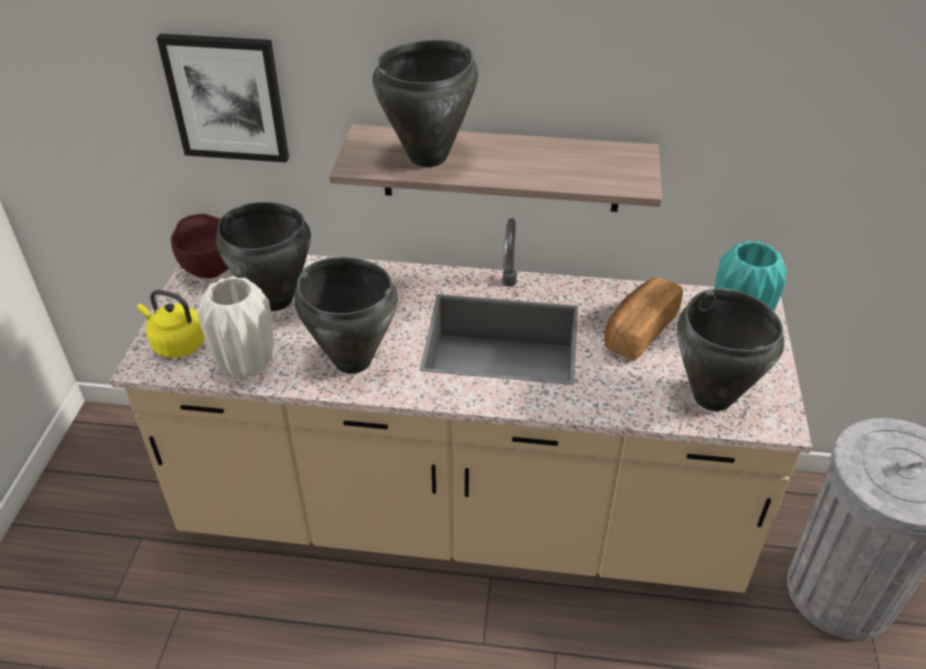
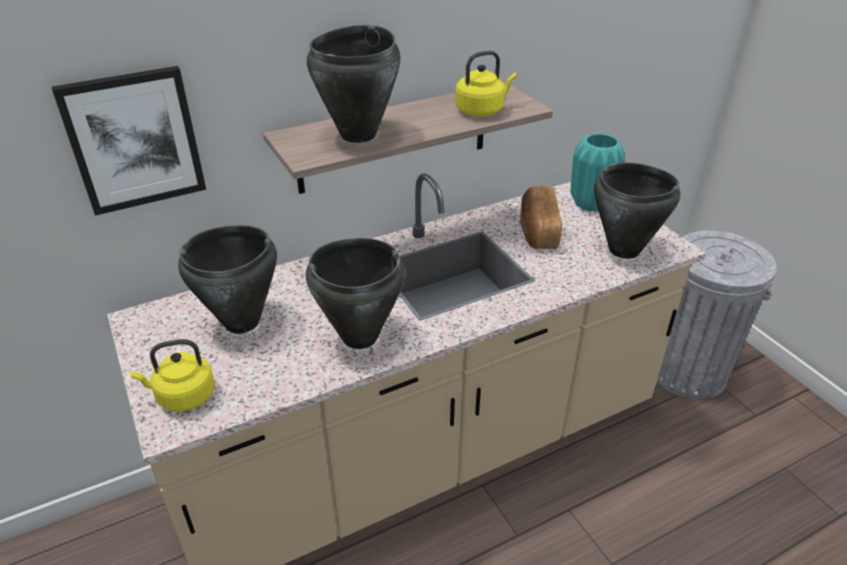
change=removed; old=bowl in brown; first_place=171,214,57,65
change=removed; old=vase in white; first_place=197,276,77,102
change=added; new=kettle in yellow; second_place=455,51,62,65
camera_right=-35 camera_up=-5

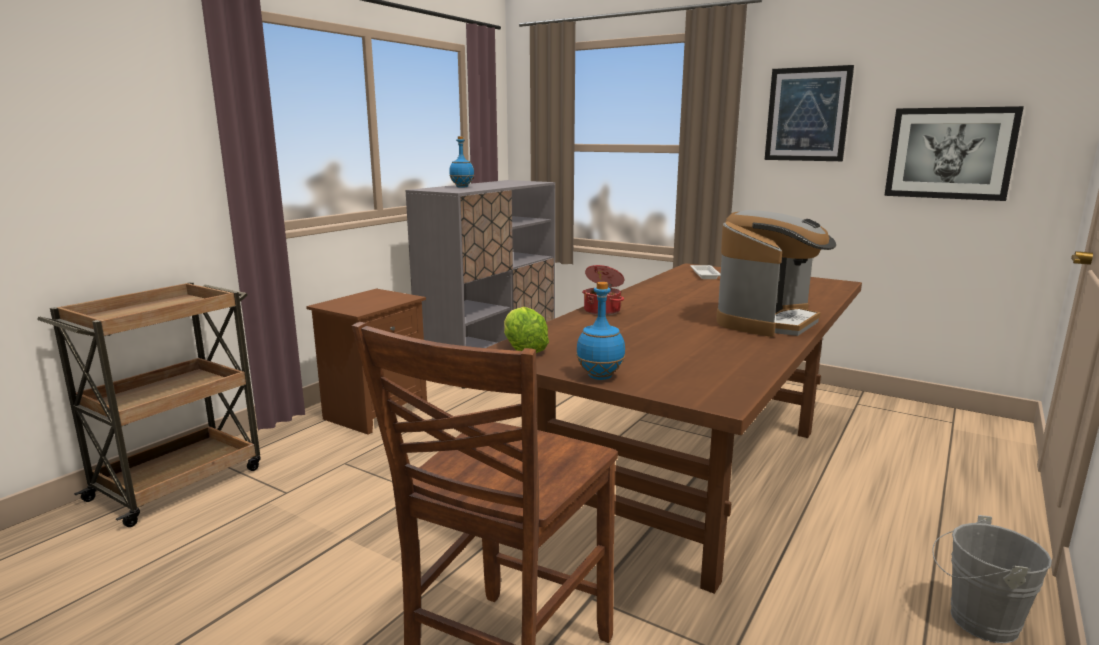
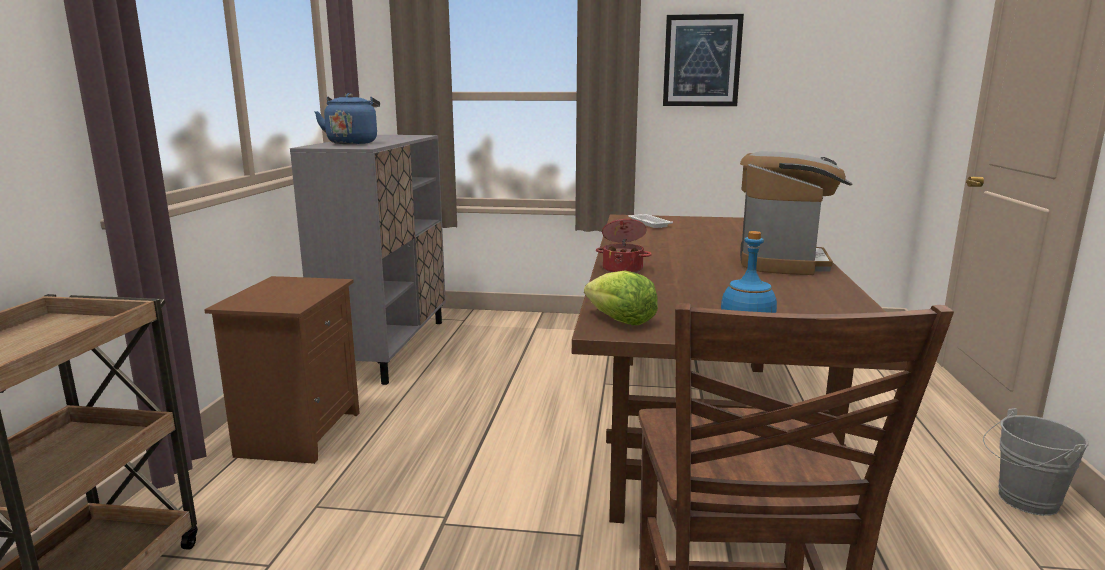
change=removed; old=picture; first_place=884,106,140,95
change=replaced; old=bottle in blue; new=kettle in blue; first_place=449,136,25,52; second_place=314,93,66,51
camera_right=-25 camera_up=0

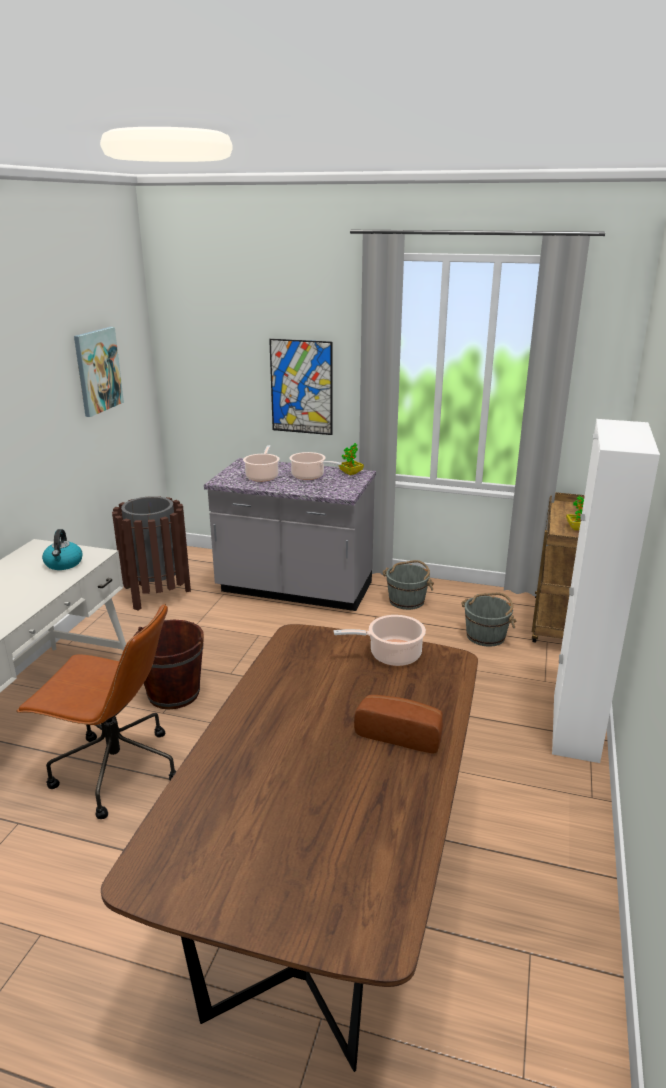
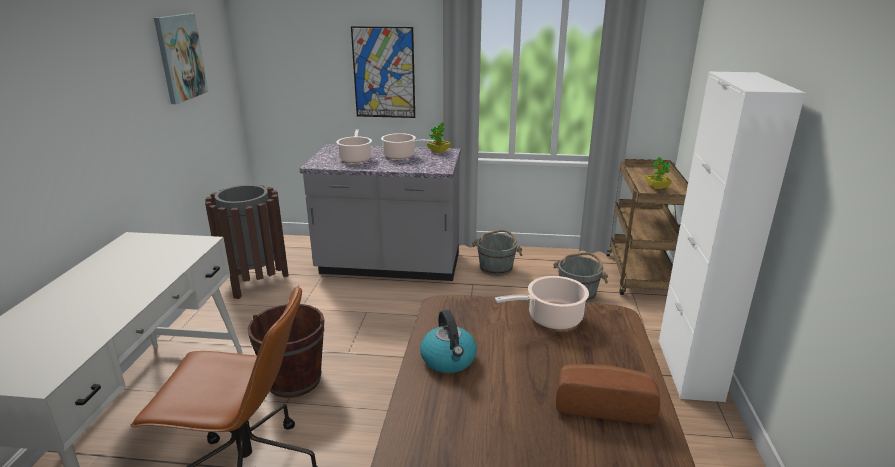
change=moved; old=kettle; first_place=42,529,41,41; second_place=420,310,57,63
camera_right=-10 camera_up=0

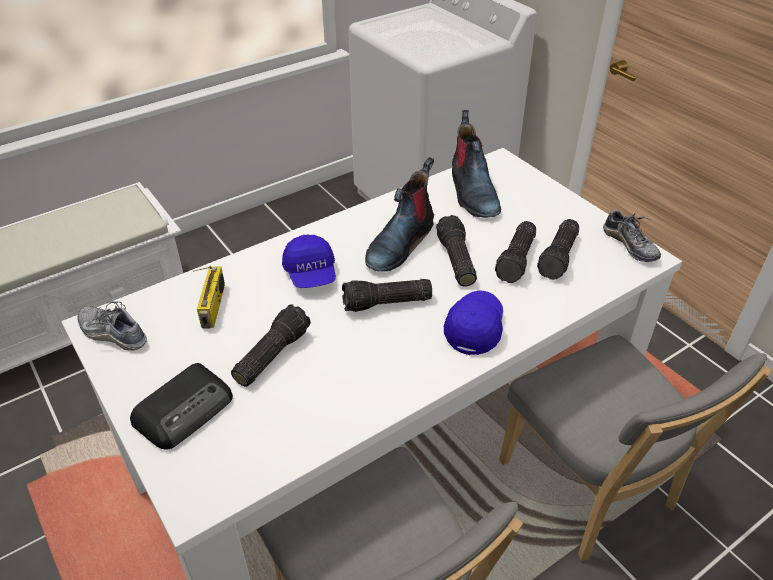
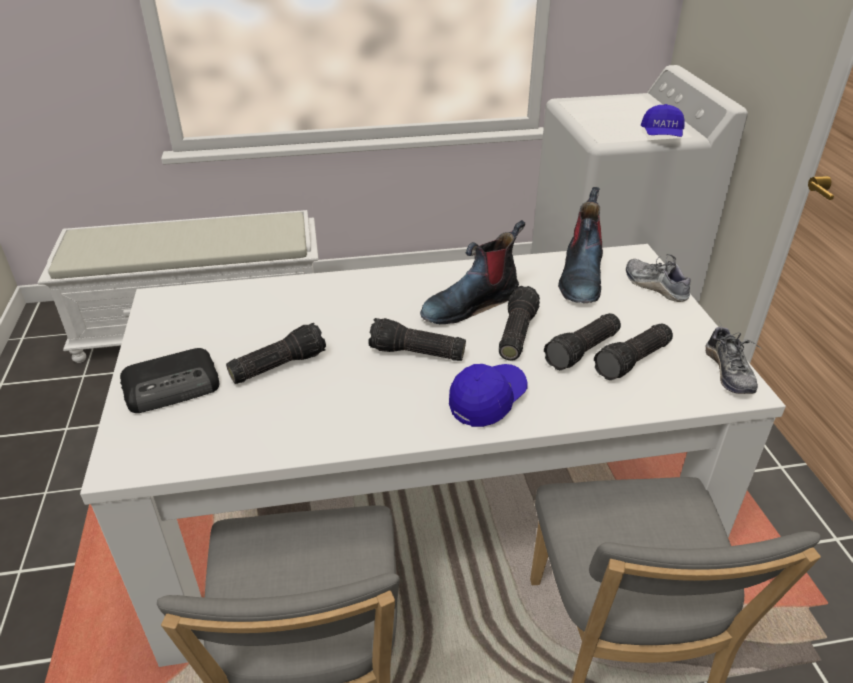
change=removed; old=radio; first_place=193,266,32,62
change=moved; old=shoe; first_place=77,301,70,50; second_place=626,254,64,48
change=moved; old=cap in blue; first_place=282,234,54,54; second_place=641,104,44,33
camera_right=25 camera_up=-5

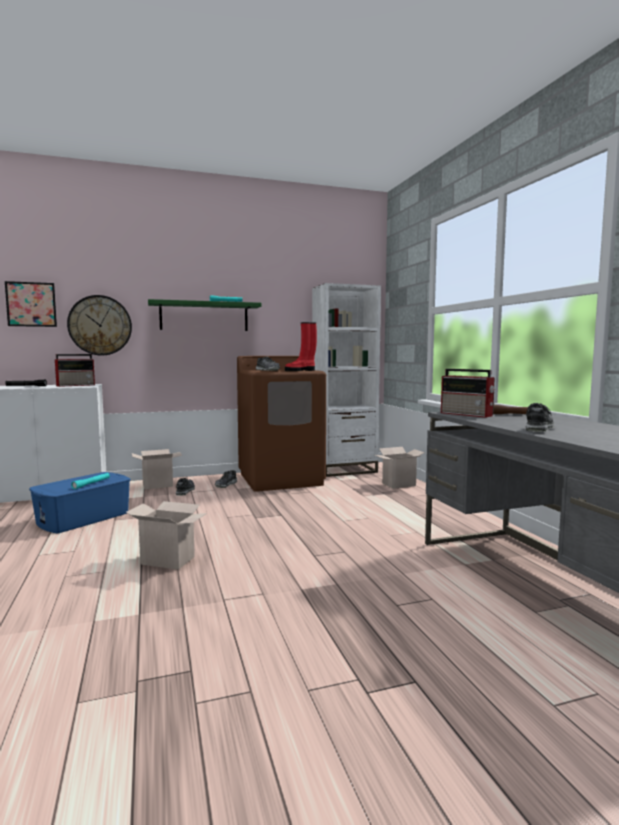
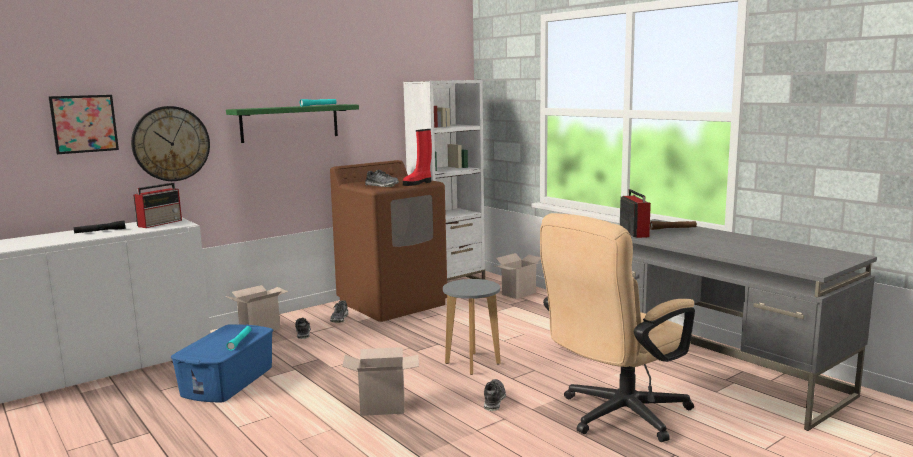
change=added; new=stool in grey; second_place=443,279,58,96
change=added; new=office chair in beige; second_place=540,213,155,229
change=moved; old=shoe; first_place=526,403,28,29; second_place=484,379,22,32
change=turned; old=radio; first_place=441,369,54,49; second_place=620,189,31,49; degrees=-120
camera_right=-20 camera_up=5

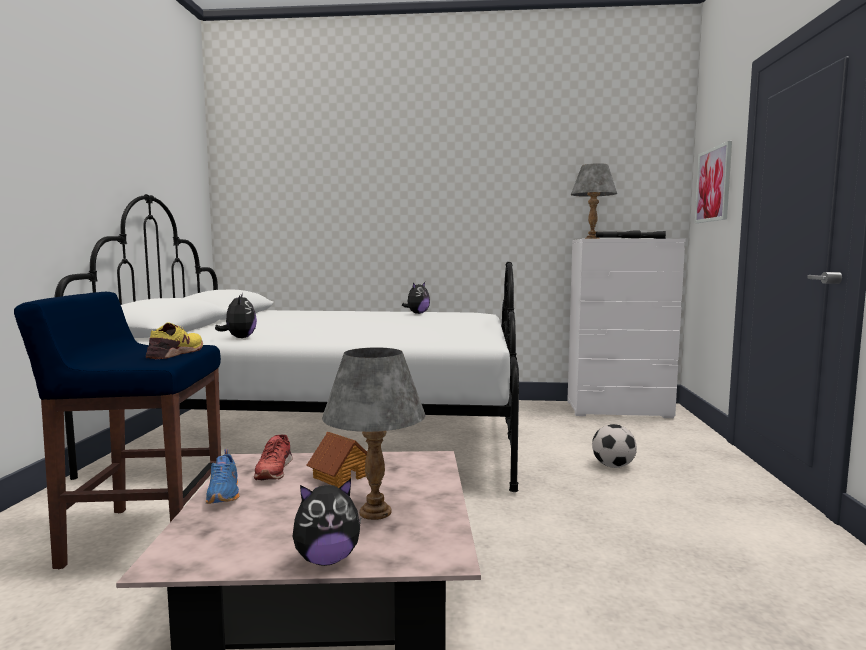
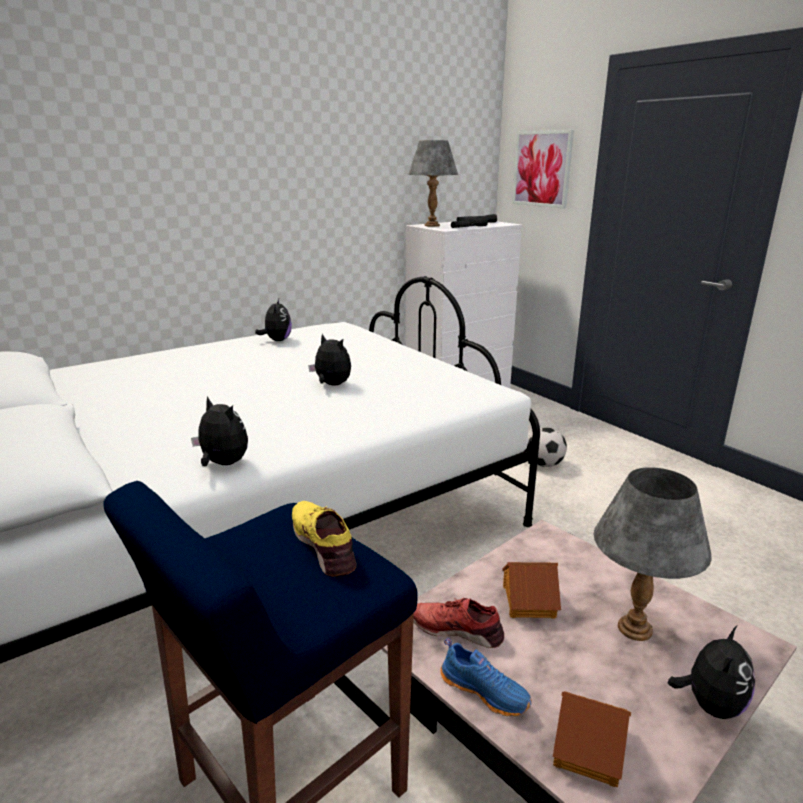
change=added; new=plush toy; second_place=308,334,43,52
change=added; new=toy house; second_place=553,691,78,96
change=turned; old=shoe in red; first_place=254,434,39,47; second_place=413,598,91,50; degrees=150
camera_right=-40 camera_up=15

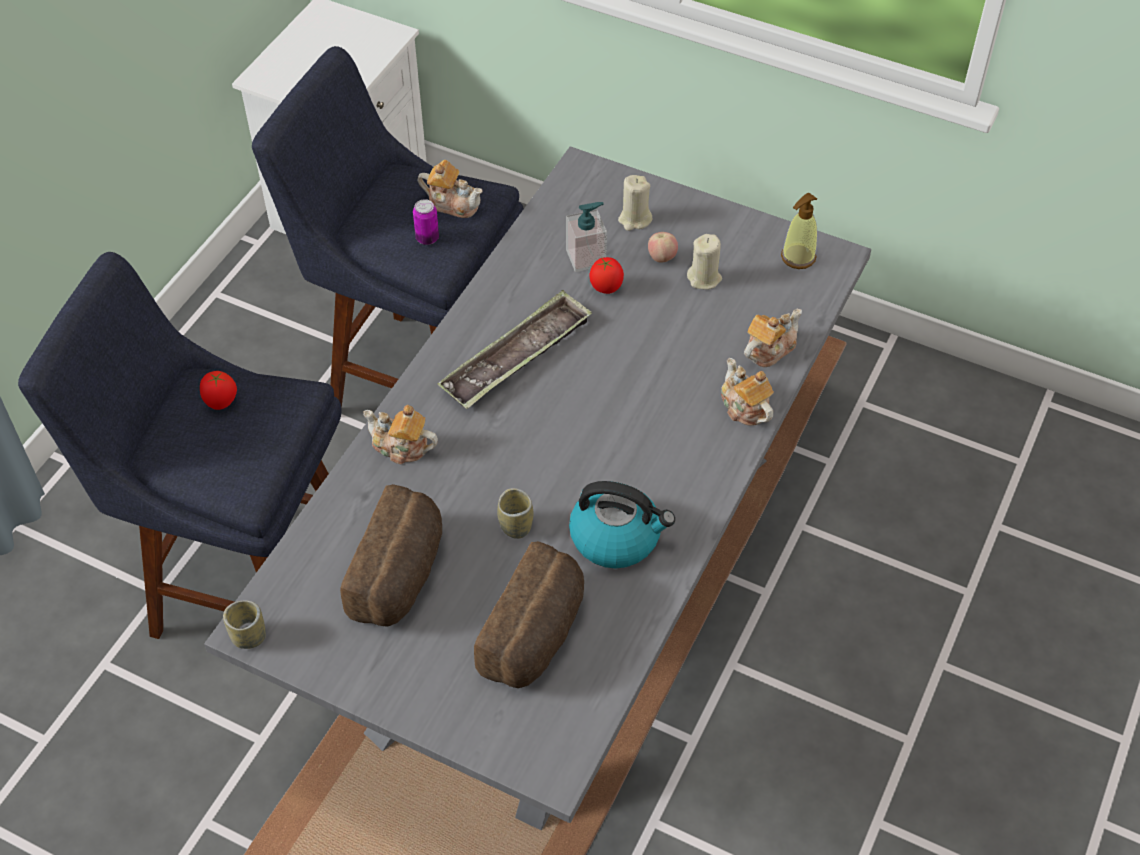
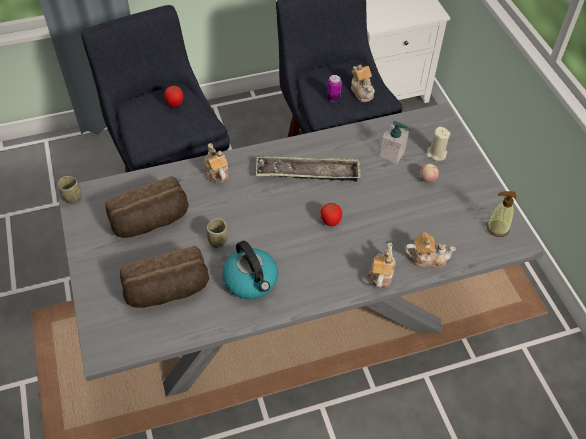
change=removed; old=candle in beige; first_place=687,234,35,56
change=moved; old=tomato; first_place=589,257,35,37; second_place=320,203,22,23
camera_right=45 camera_up=0

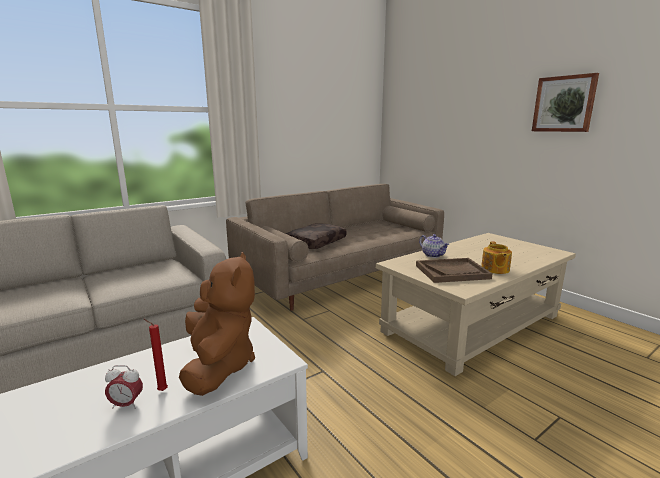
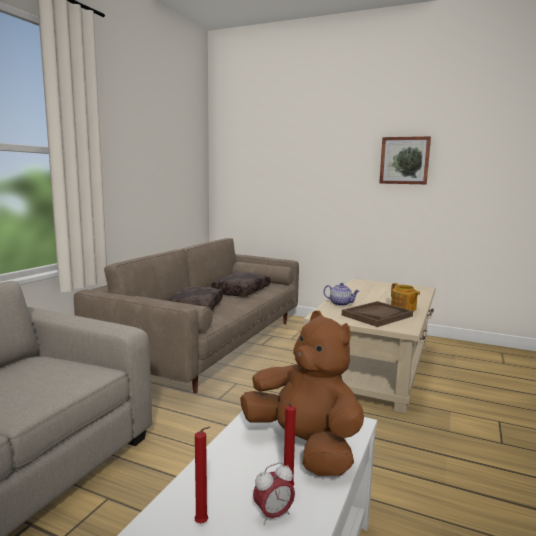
change=added; new=candle in red; second_place=195,427,15,96
change=added; new=pillow in brown; second_place=211,272,59,24
camera_right=-30 camera_up=-5

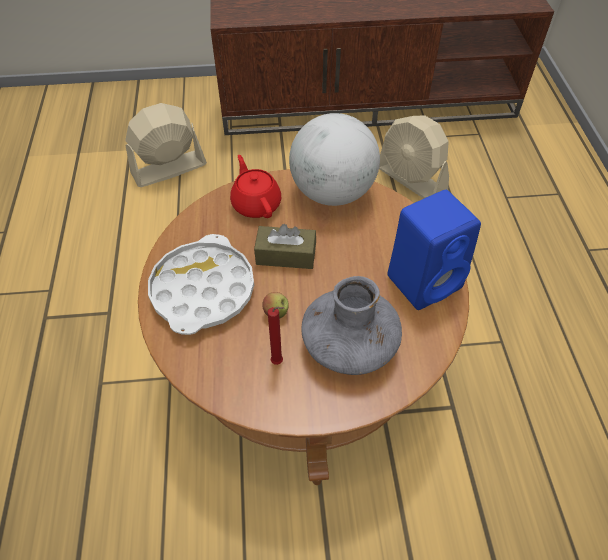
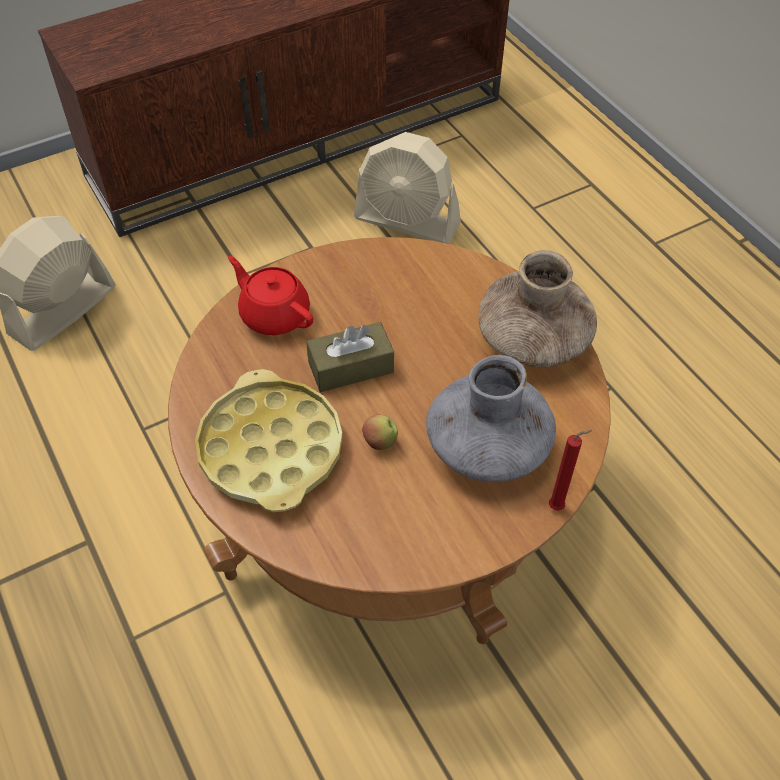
change=removed; old=globe; first_place=289,113,91,93
change=moved; old=candle in red; first_place=268,307,16,58; second_place=549,430,43,81
change=replaced; old=speaker in blue; new=vase in brown; first_place=387,190,94,120; second_place=478,250,119,117
change=recoloured; old=tray in white; new=tray in yellow; first_place=148,234,106,101; second_place=195,369,148,143
camera_right=-25 camera_up=0

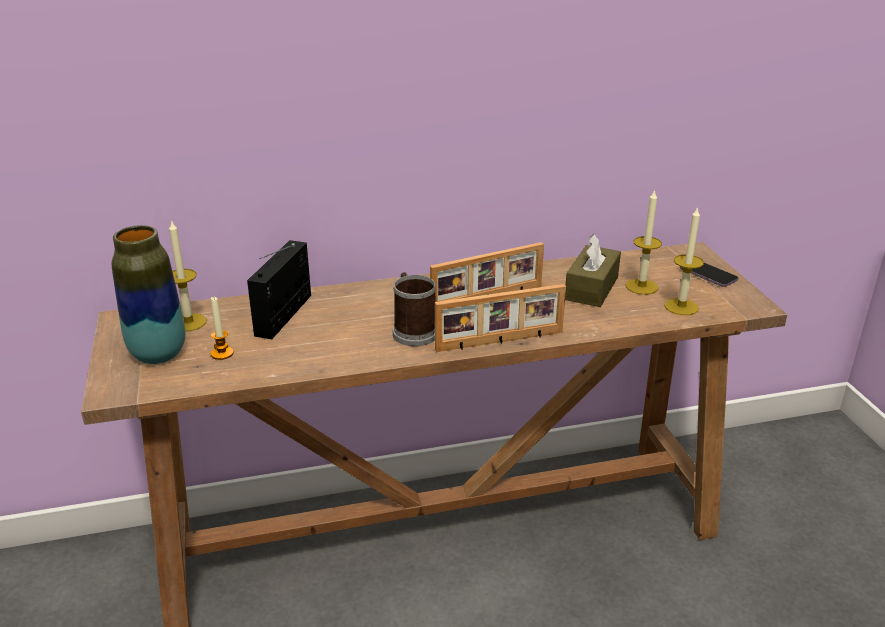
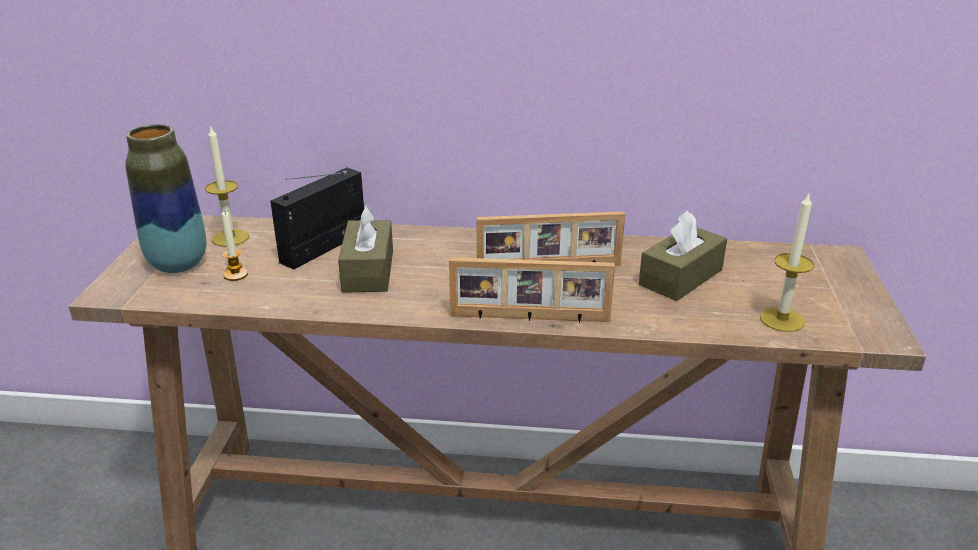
change=removed; old=mug; first_place=393,272,43,74
change=removed; old=candle; first_place=626,189,36,106
change=removed; old=phone; first_place=680,263,58,24
change=added; new=tissue box in brown; second_place=338,205,55,88
camera_right=20 camera_up=0

